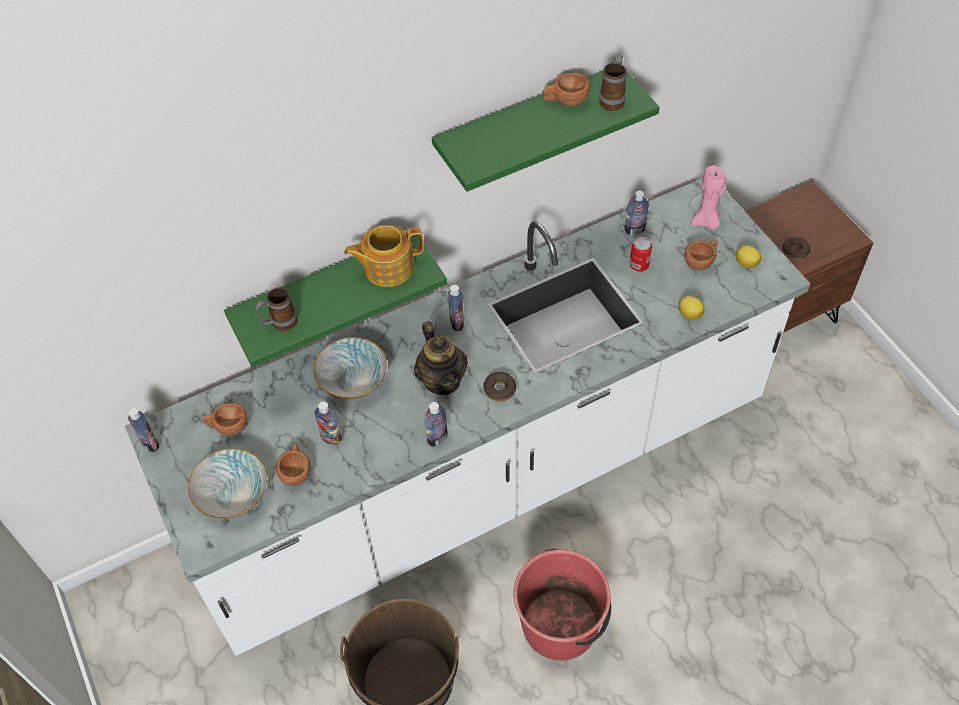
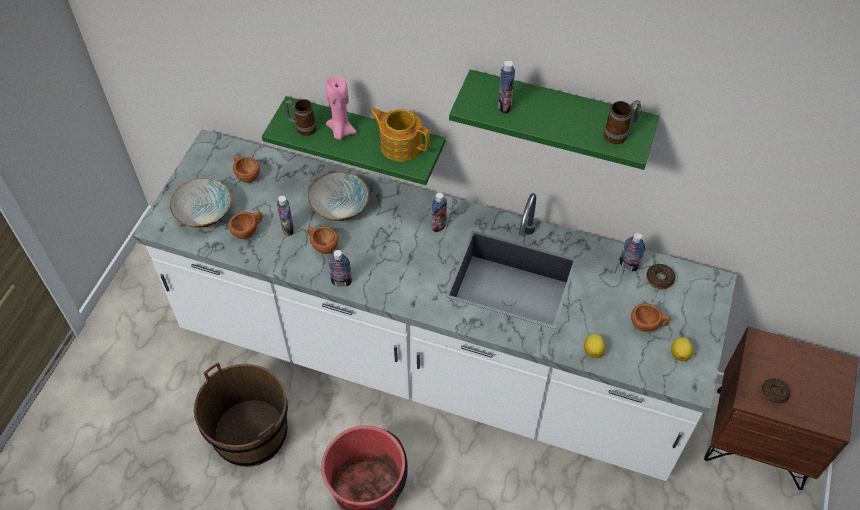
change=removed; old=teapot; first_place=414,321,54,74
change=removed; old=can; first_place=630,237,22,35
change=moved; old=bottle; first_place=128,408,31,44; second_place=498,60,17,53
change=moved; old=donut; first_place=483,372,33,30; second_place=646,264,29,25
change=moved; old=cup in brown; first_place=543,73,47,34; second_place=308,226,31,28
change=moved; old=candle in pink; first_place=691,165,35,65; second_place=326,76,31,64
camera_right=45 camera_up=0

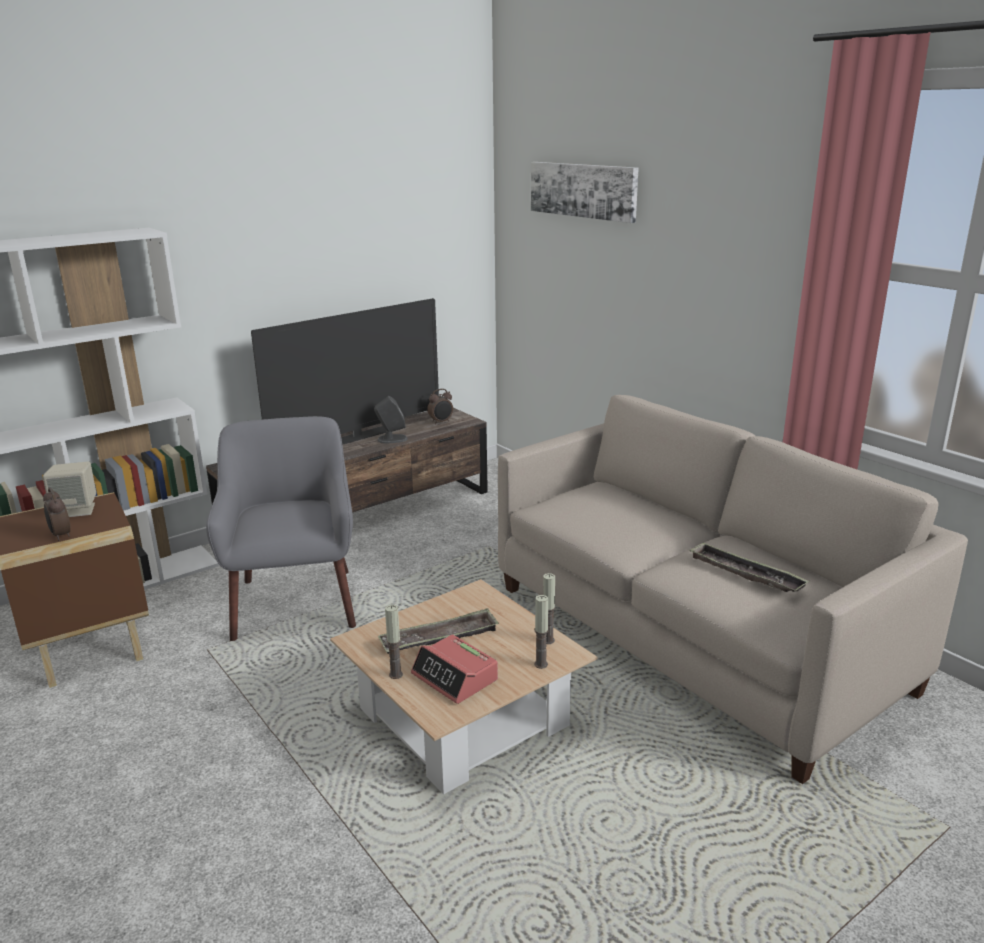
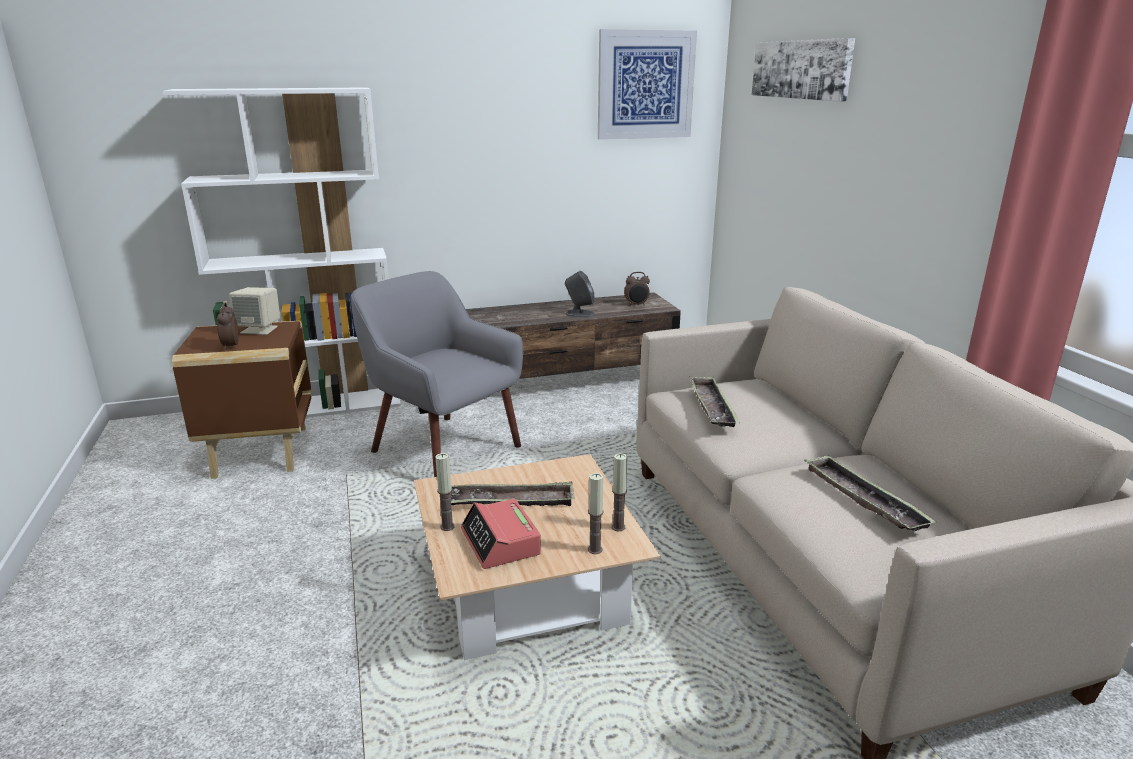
change=removed; old=television; first_place=251,298,188,147
change=added; new=picture; second_place=598,29,99,111
change=added; new=tray; second_place=689,376,51,51
change=turned; old=armchair in grey; first_place=206,416,150,225; second_place=351,271,172,206; degrees=-60
camera_right=20 camera_up=0

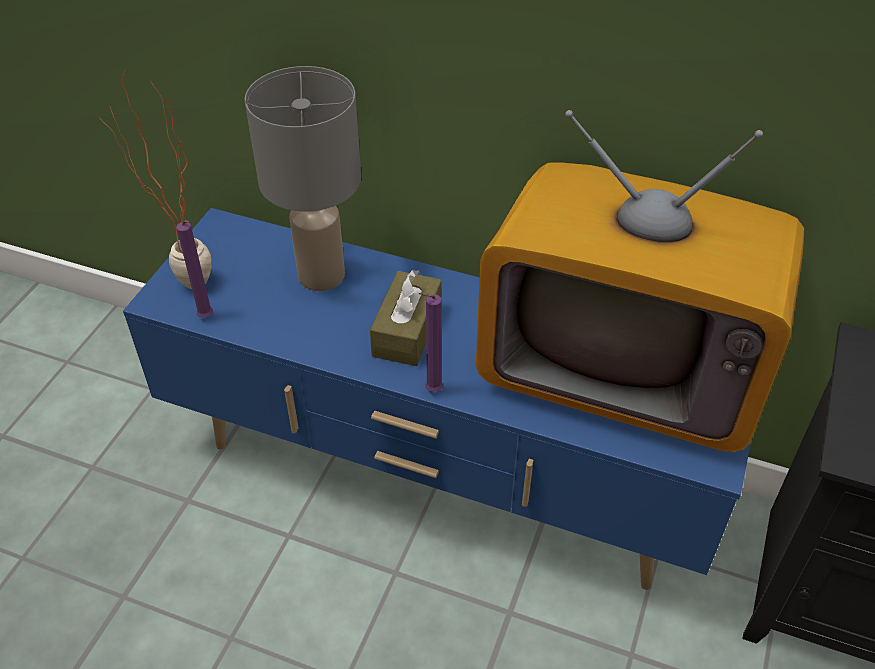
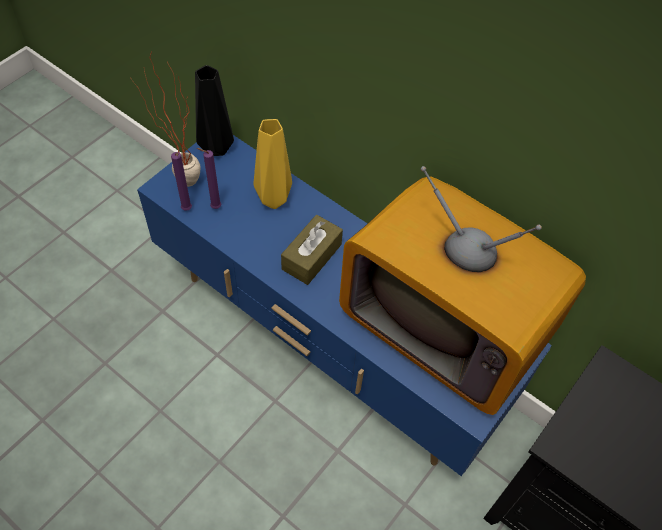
change=added; new=vase in black; second_place=195,65,39,91
change=moved; old=candle in purple; first_place=419,292,24,100; second_place=197,148,24,61
change=replaced; old=table lamp in grey; new=vase in yellow; first_place=245,66,116,225; second_place=254,119,38,90
camera_right=15 camera_up=10

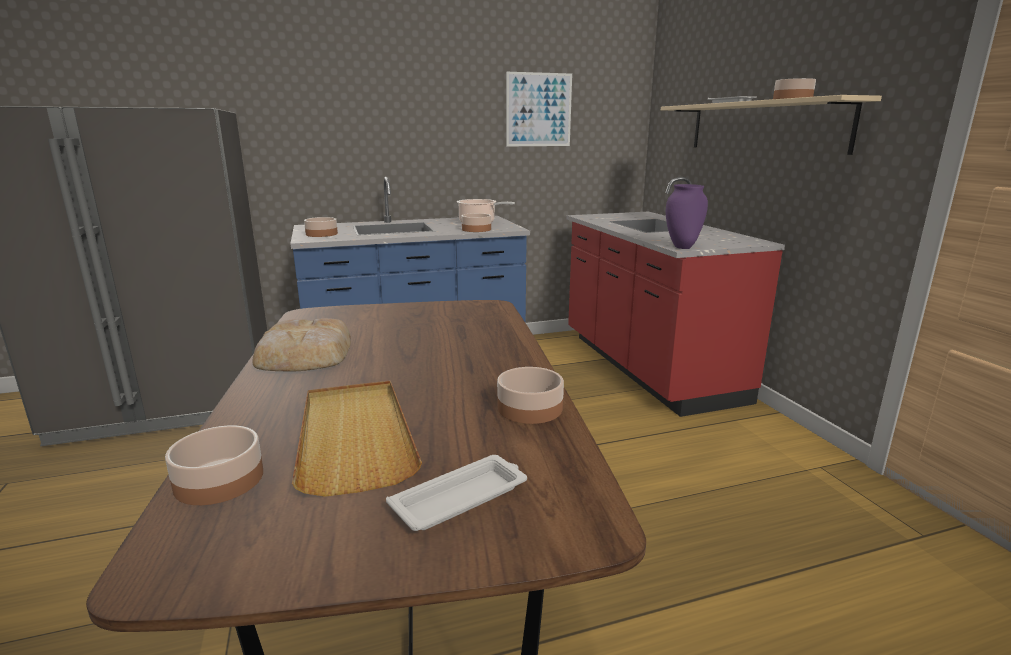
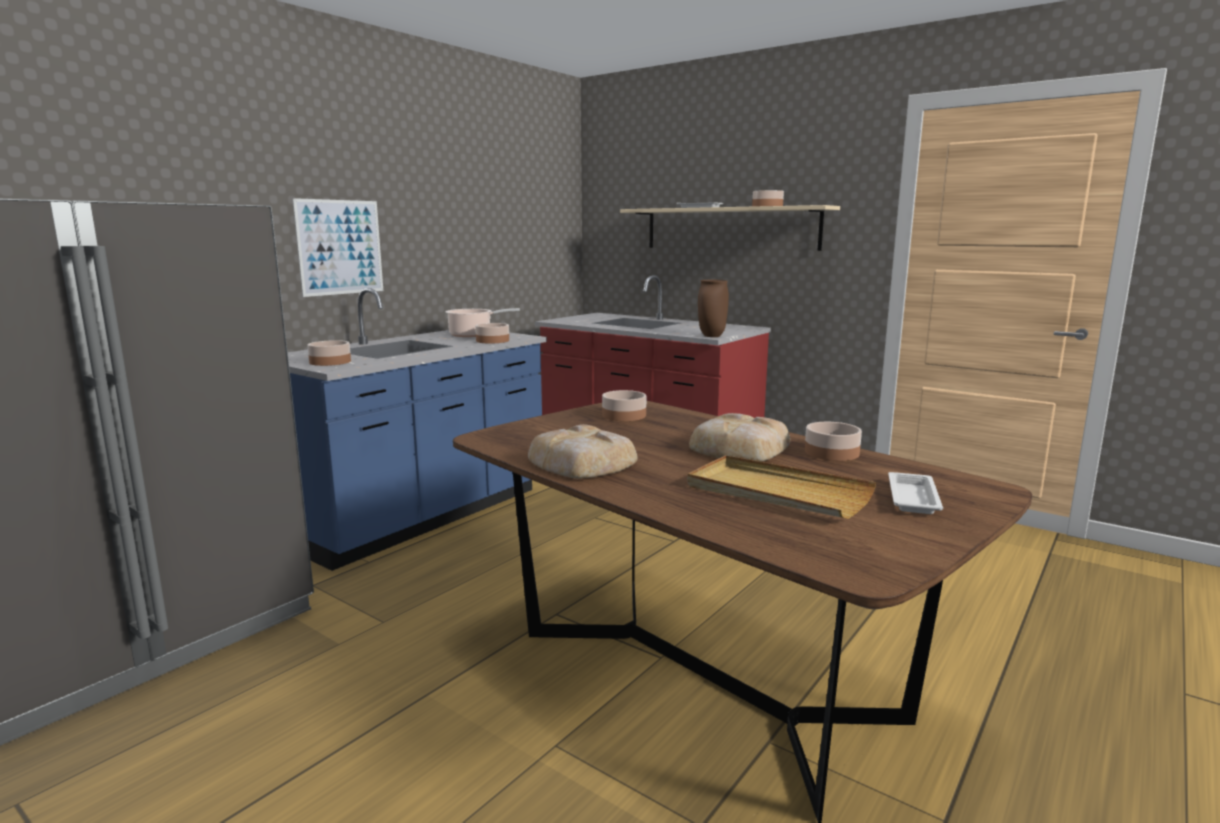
change=added; new=bread; second_place=689,413,101,49
change=moved; old=bowl; first_place=165,425,98,80; second_place=602,390,44,31
change=moved; old=picture; first_place=506,72,66,74; second_place=292,198,91,99
change=recoloured; old=vase in purple; new=vase in brown; first_place=666,184,42,65; second_place=698,280,31,57
camera_right=-35 camera_up=-5

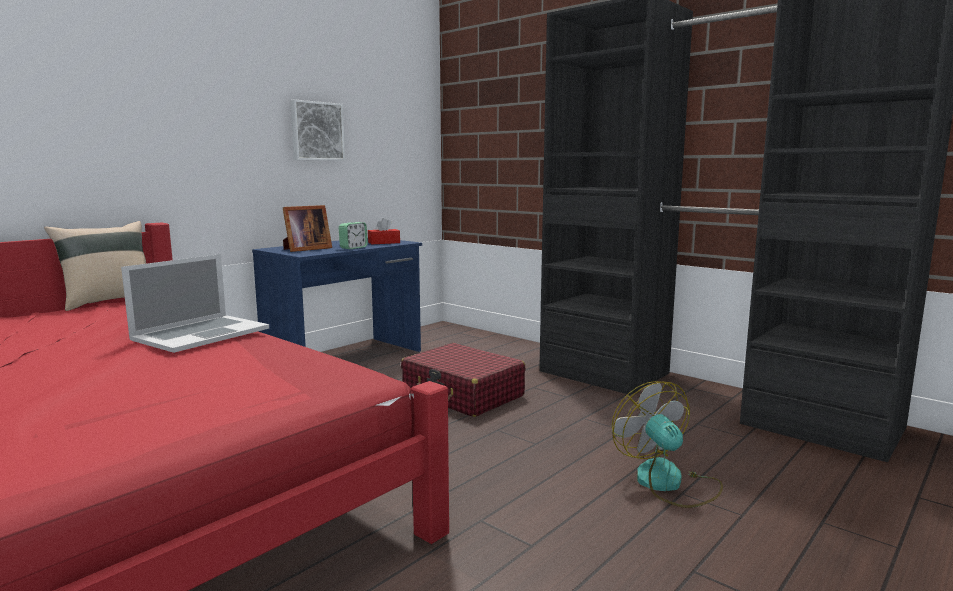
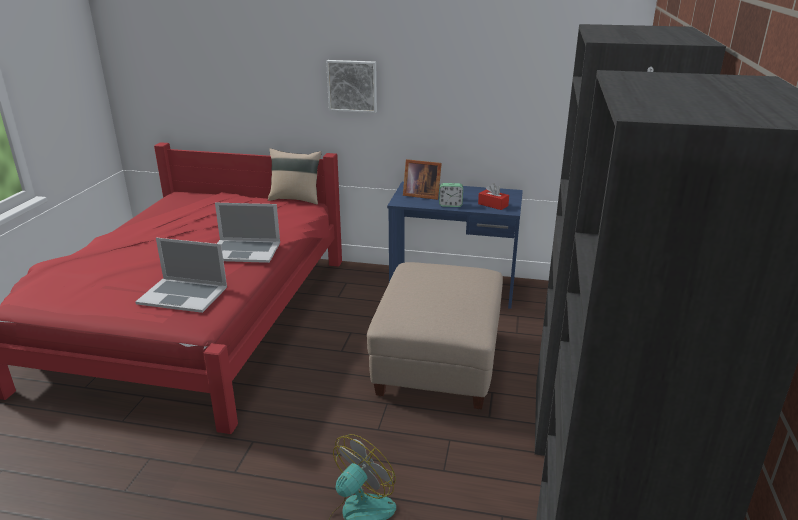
change=added; new=laptop; second_place=135,238,92,75
change=moved; old=picture; first_place=290,99,55,62; second_place=326,60,51,53
change=replaced; old=suitcase in red; new=ottoman in beige; first_place=401,343,124,74; second_place=367,262,136,147
camera_right=60 camera_up=15

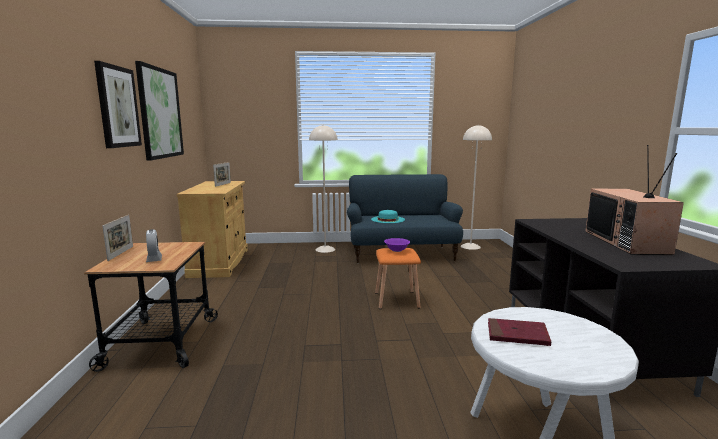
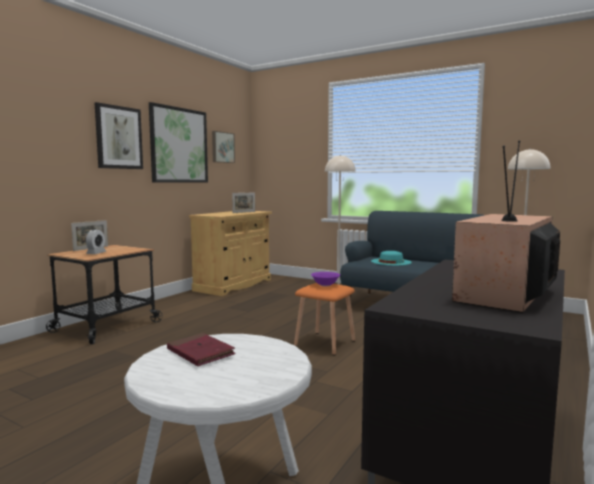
change=added; new=picture; second_place=212,131,23,32
camera_right=35 camera_up=-5

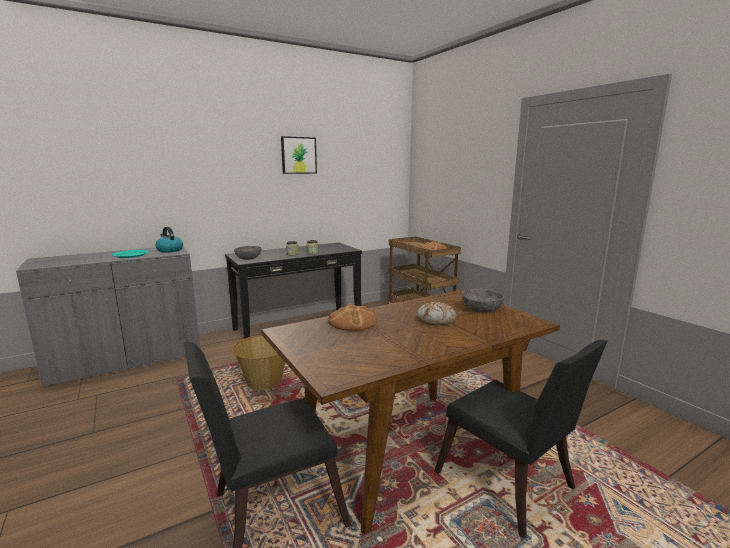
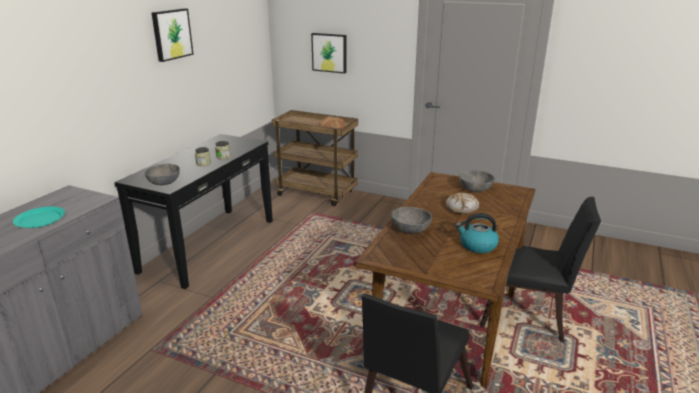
change=removed; old=basket; first_place=232,335,53,55
change=added; new=picture; second_place=311,33,36,41
change=moved; old=kettle; first_place=155,227,28,26; second_place=456,213,43,40
change=replaced; old=bread; new=bowl in grey; first_place=328,303,49,28; second_place=391,207,41,27
camera_right=-35 camera_up=10

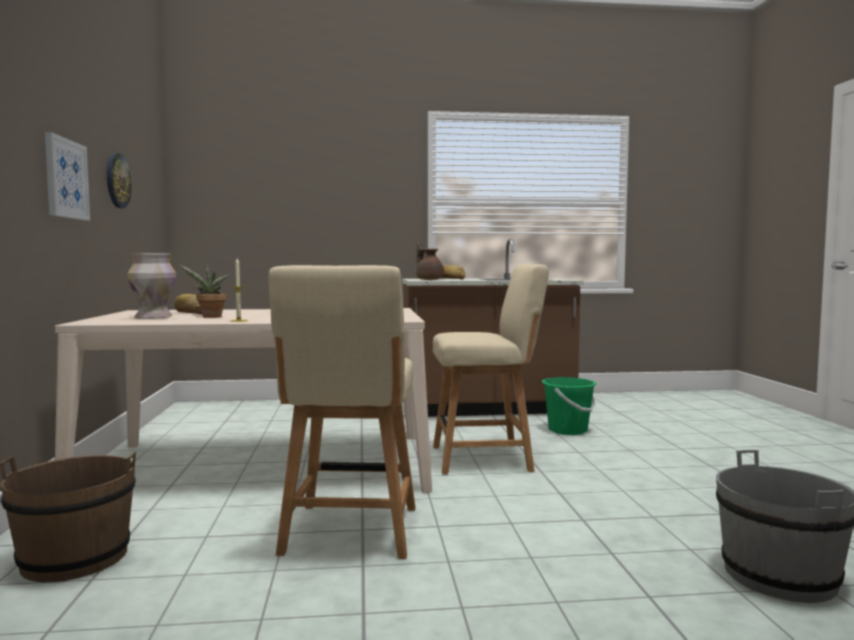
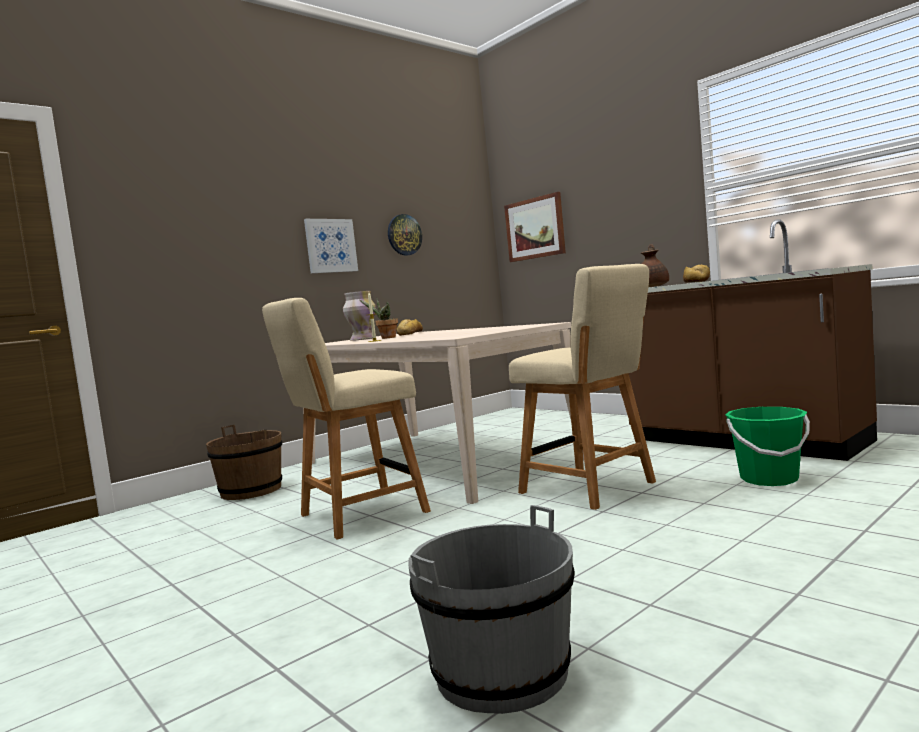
change=added; new=picture; second_place=504,192,62,70
camera_right=55 camera_up=0

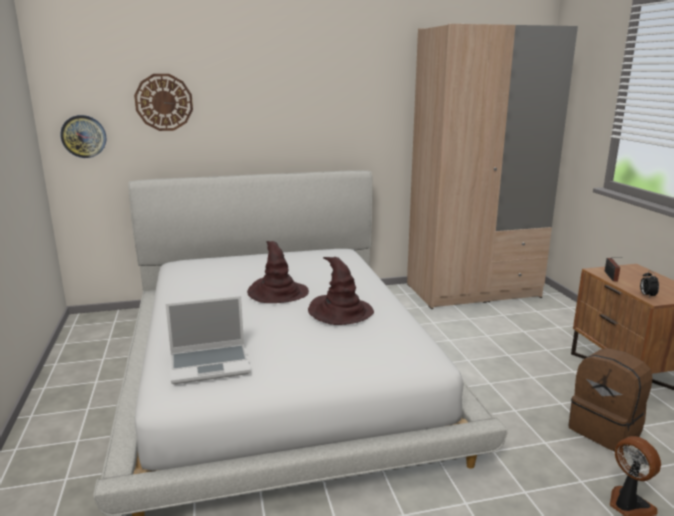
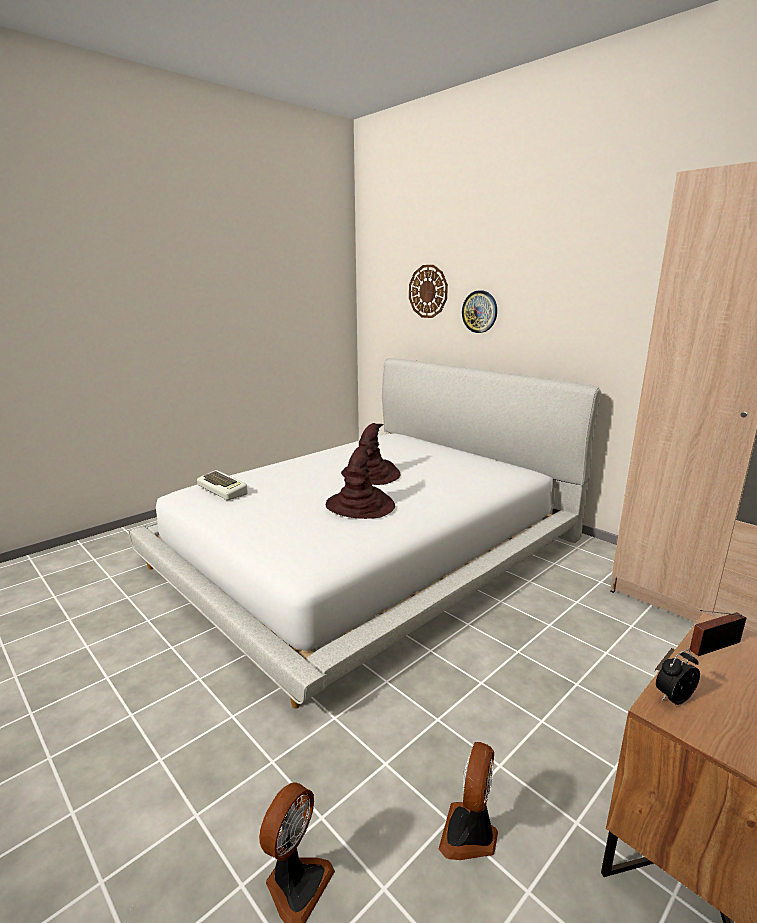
change=moved; old=wall clock; first_place=60,115,46,43; second_place=462,290,35,43
change=replaced; old=laptop; new=keyboard; first_place=165,296,86,88; second_place=197,470,51,30
change=replaced; old=backpack in brown; new=fan; first_place=568,348,85,104; second_place=439,742,59,118
camera_right=60 camera_up=0

